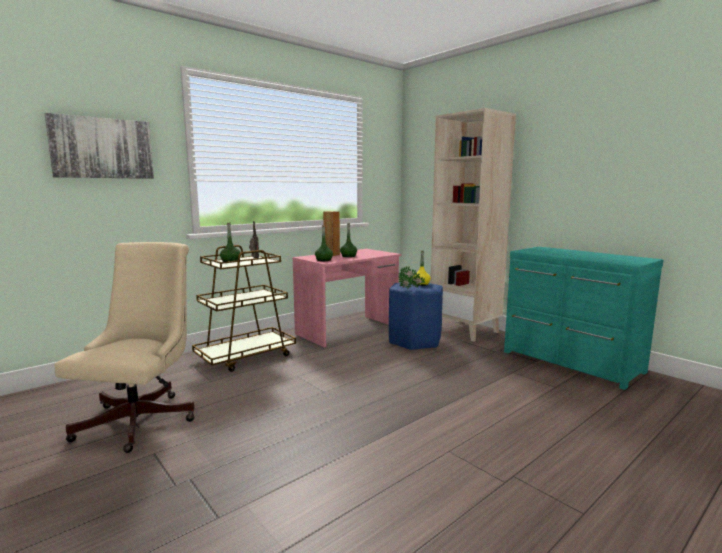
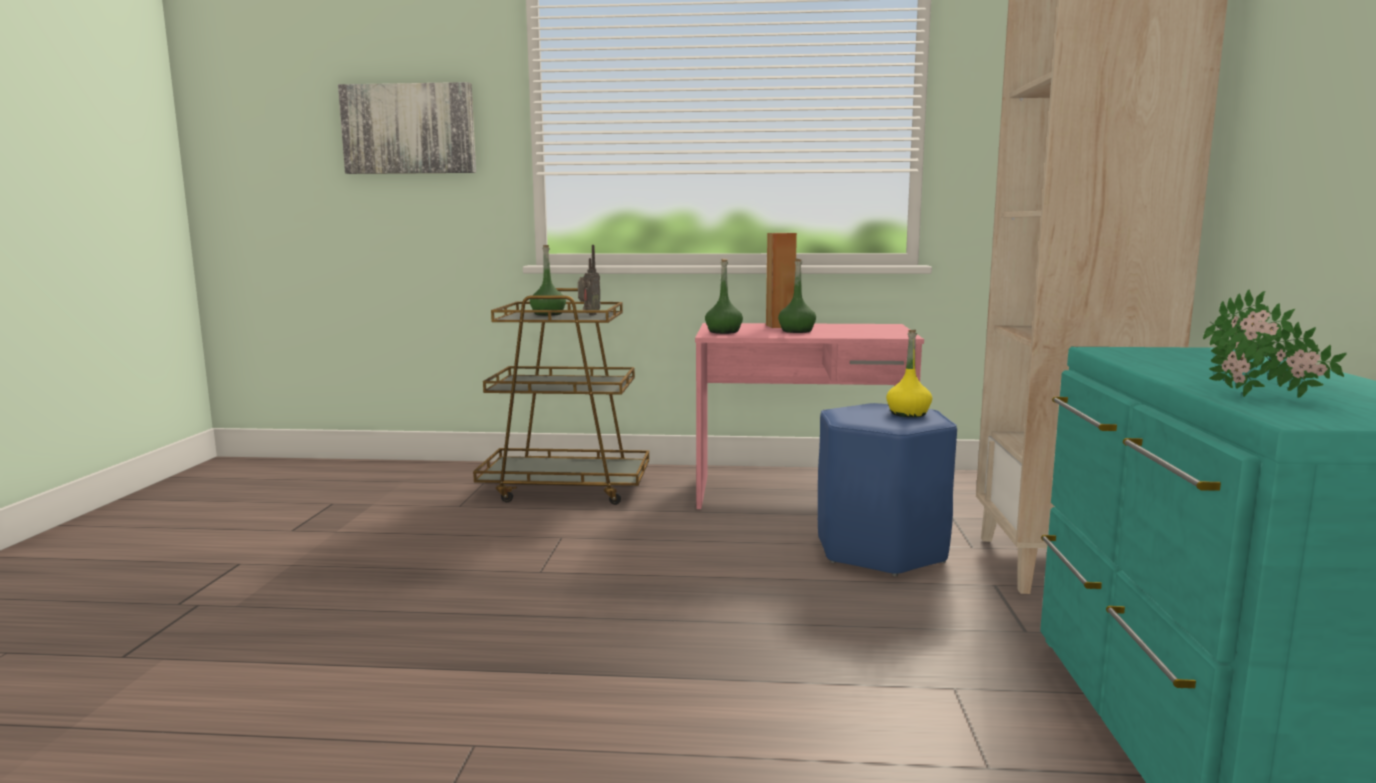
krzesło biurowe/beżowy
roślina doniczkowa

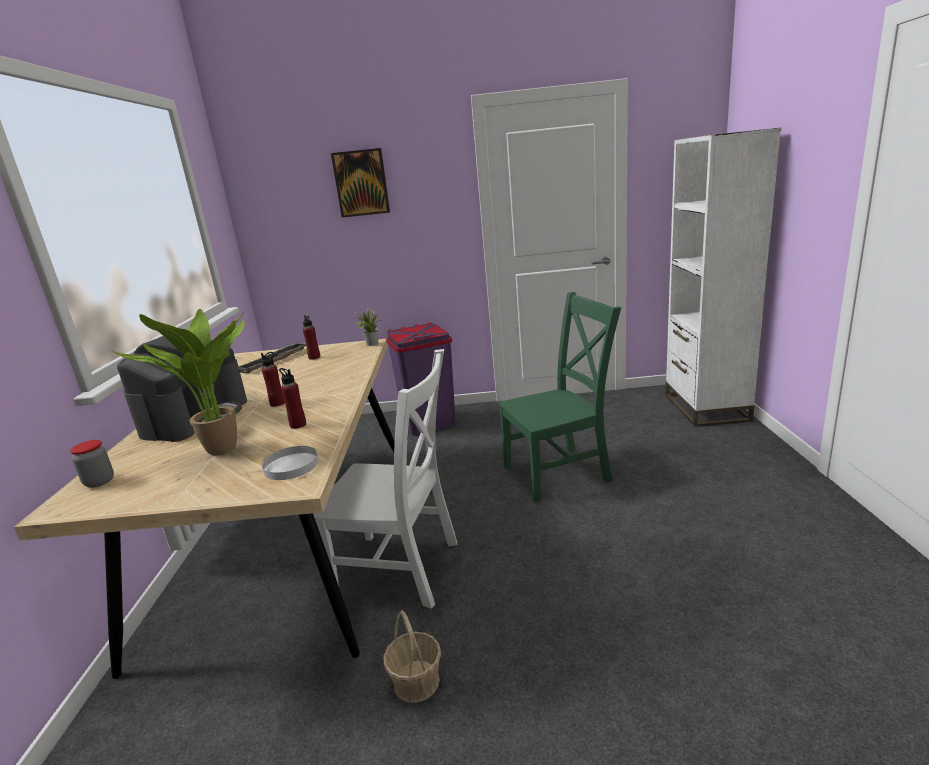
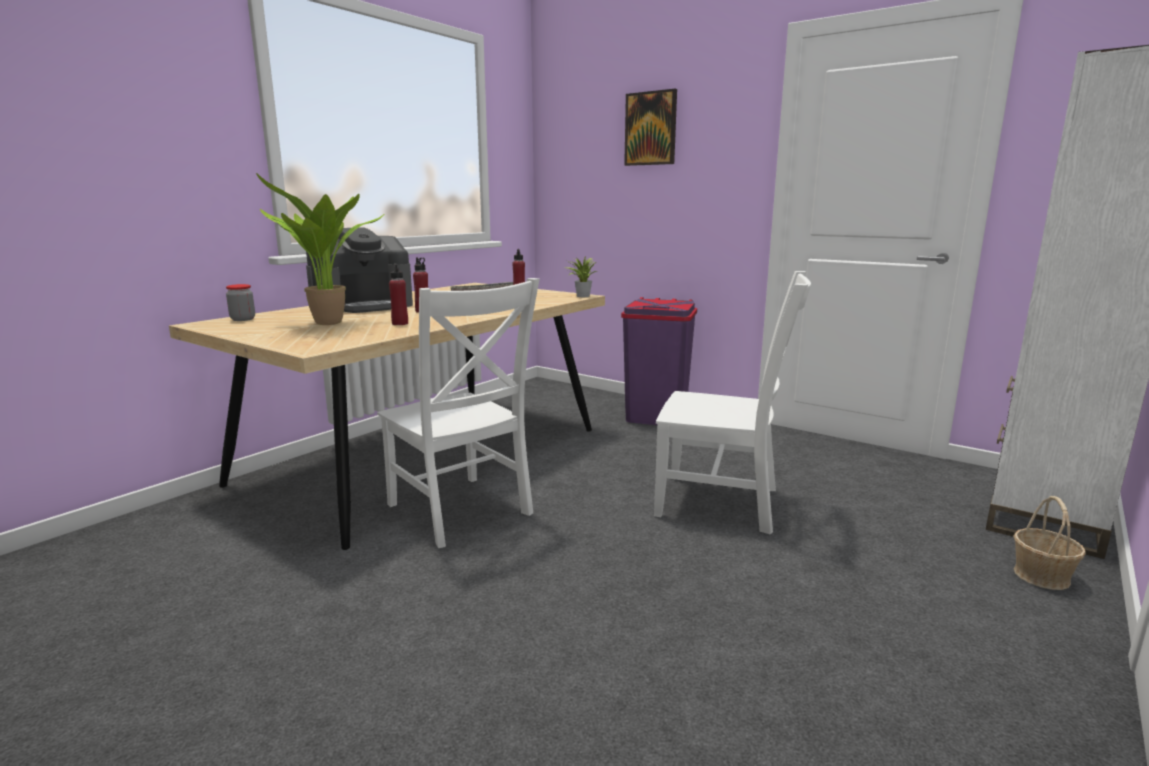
talerz/biały
koszyk
krzesło/biały (no. 2 from left)

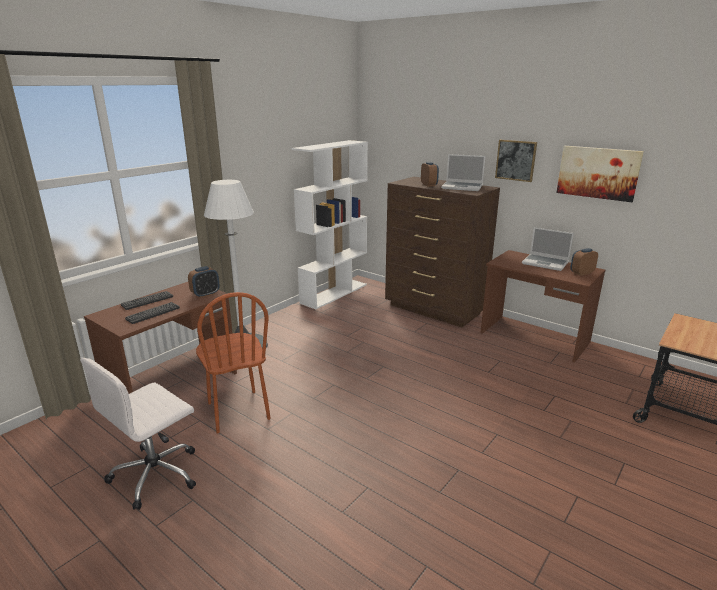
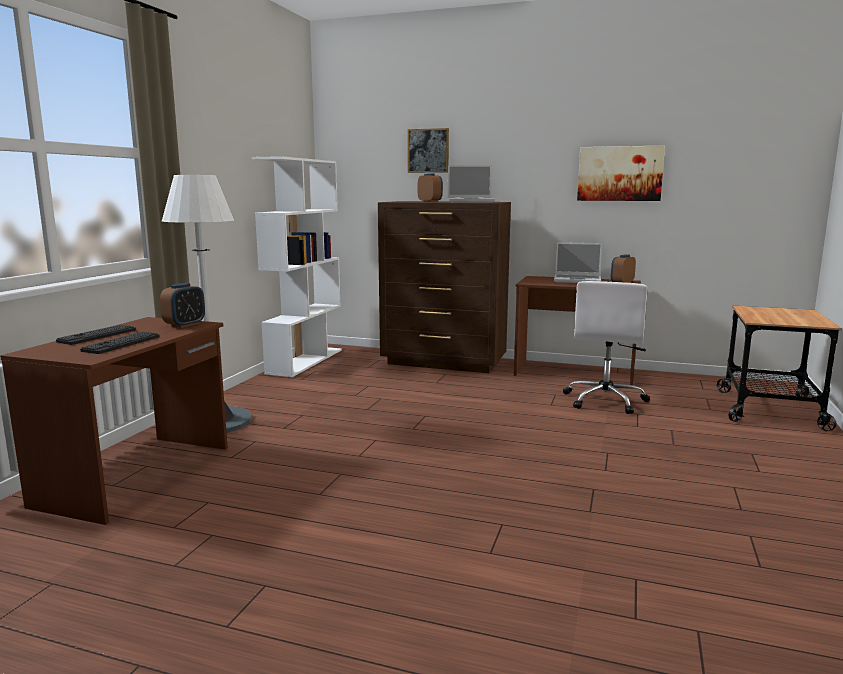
krzesło/brązowy
krzesło biurowe/biały
obraz (no. 1 from left)

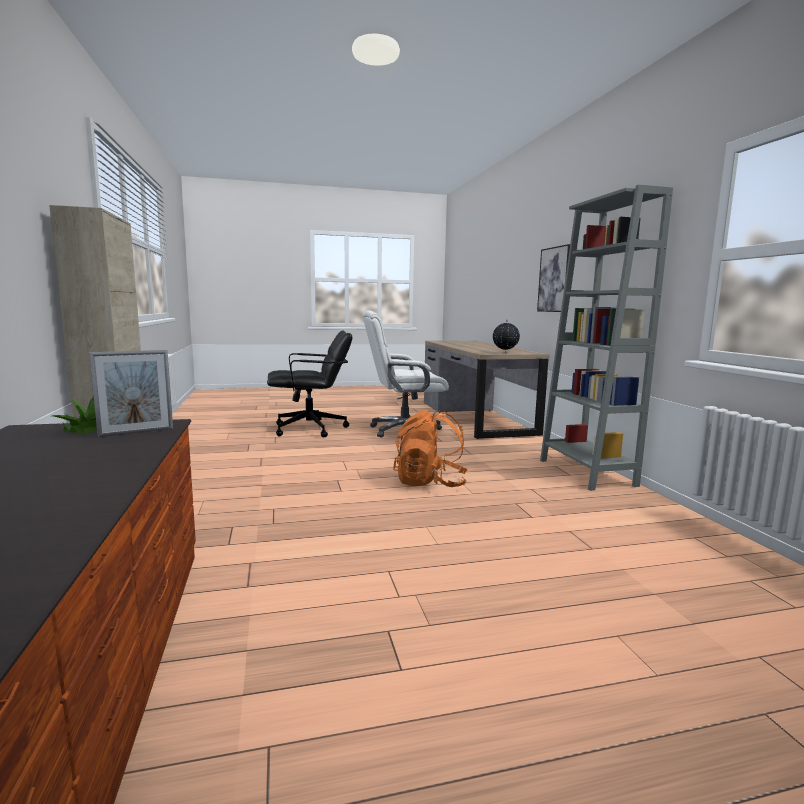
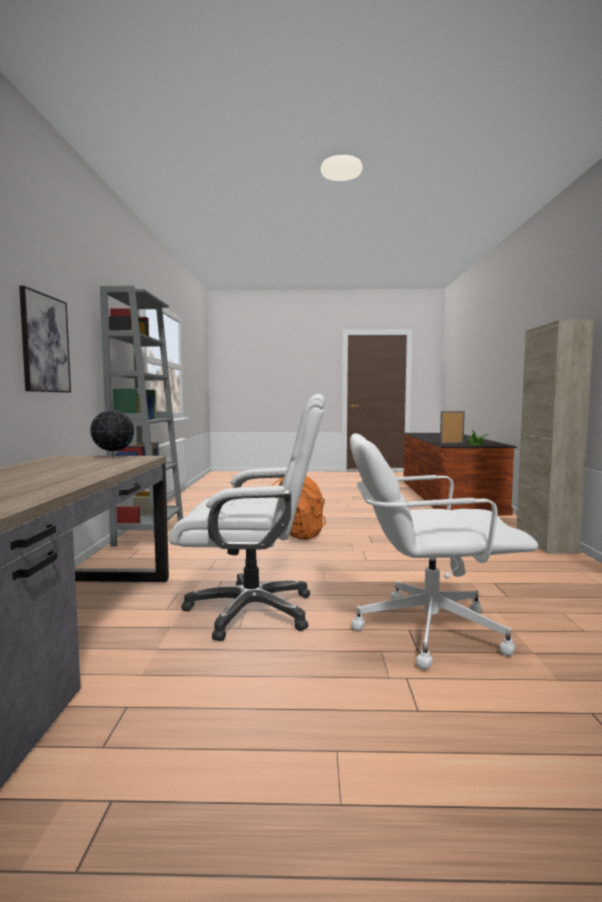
krzesło biurowe/biały (no. 2 from left)

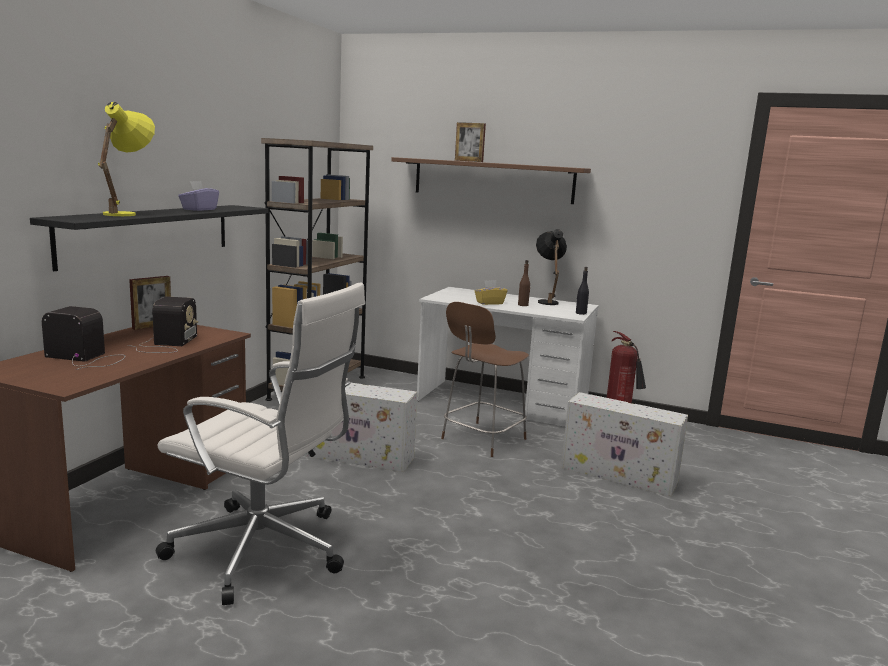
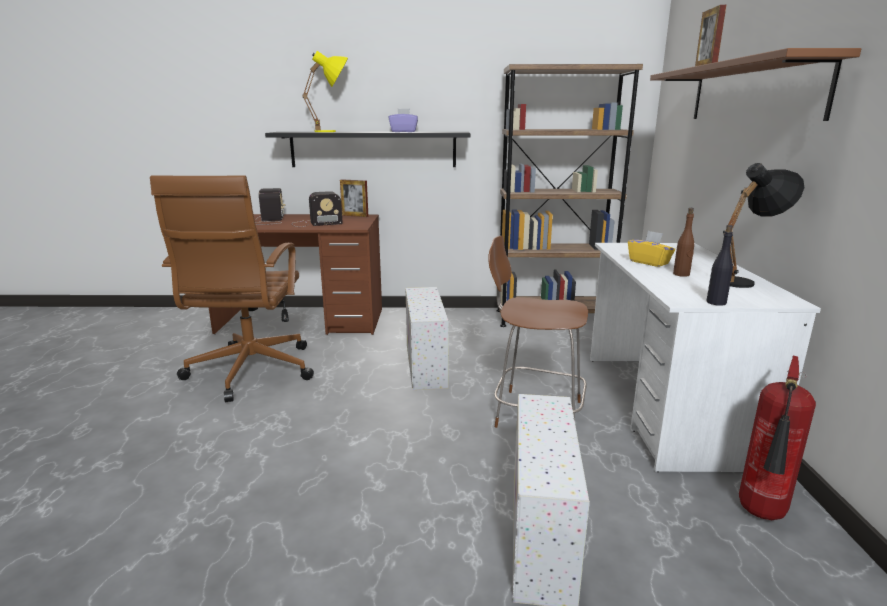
krzesło biurowe/brązowy

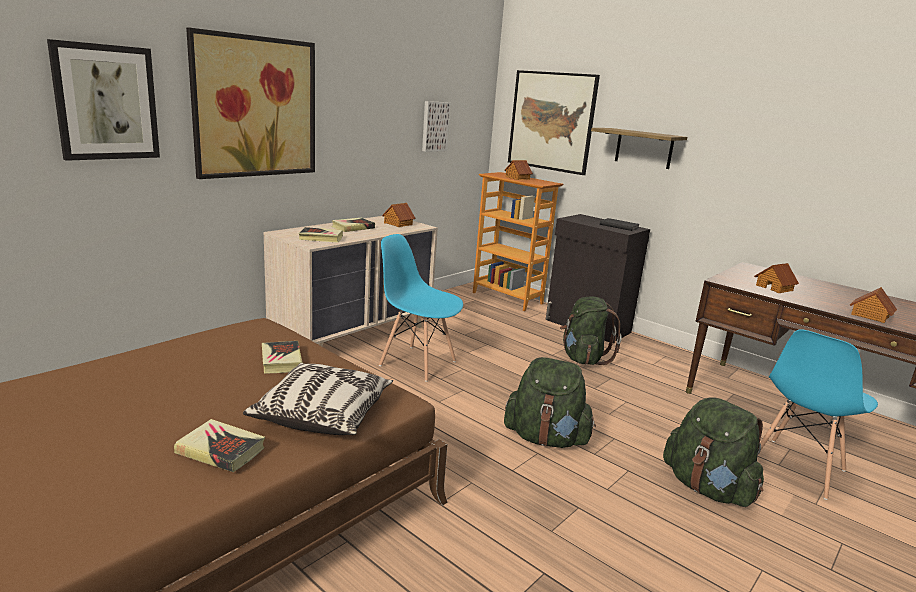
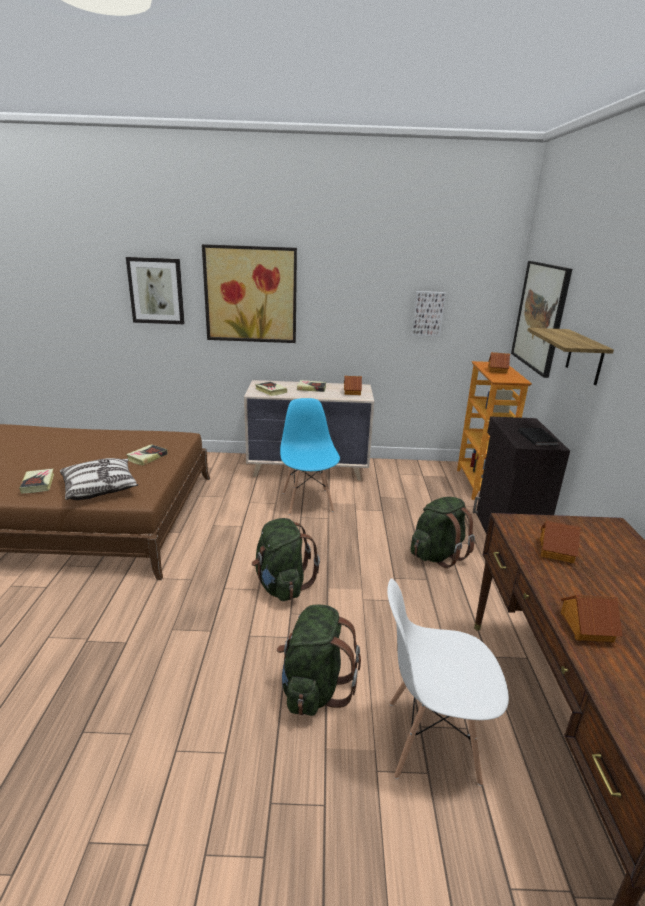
krzesło/biały

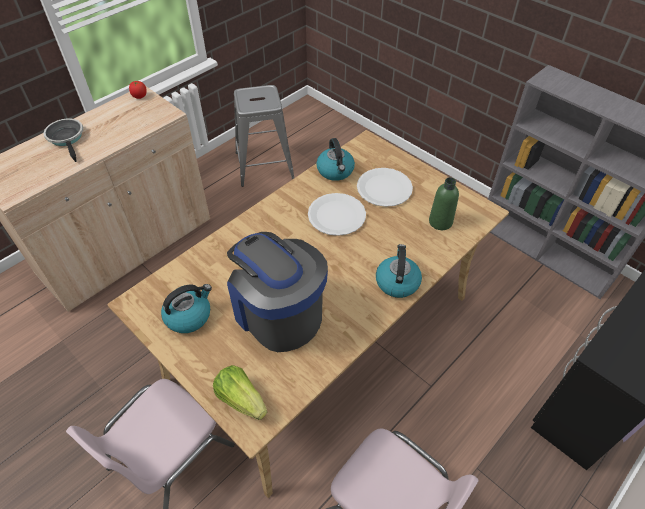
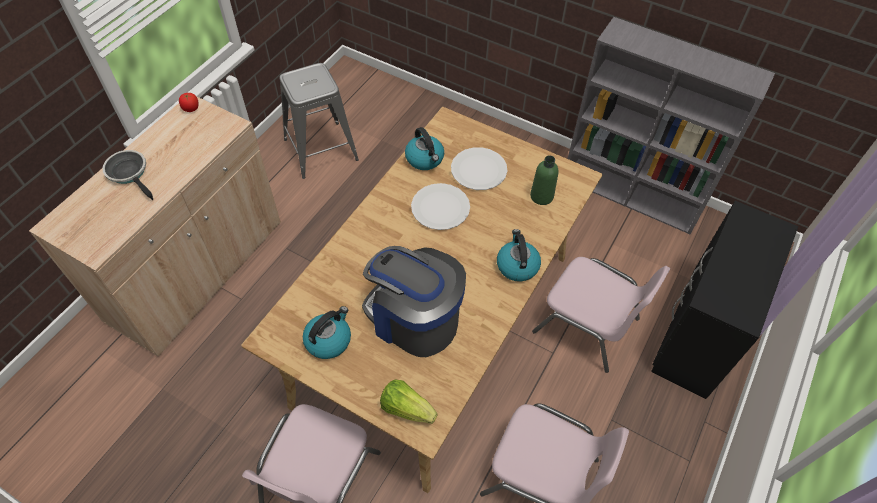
krzesło/różowy (no. 3 from left)

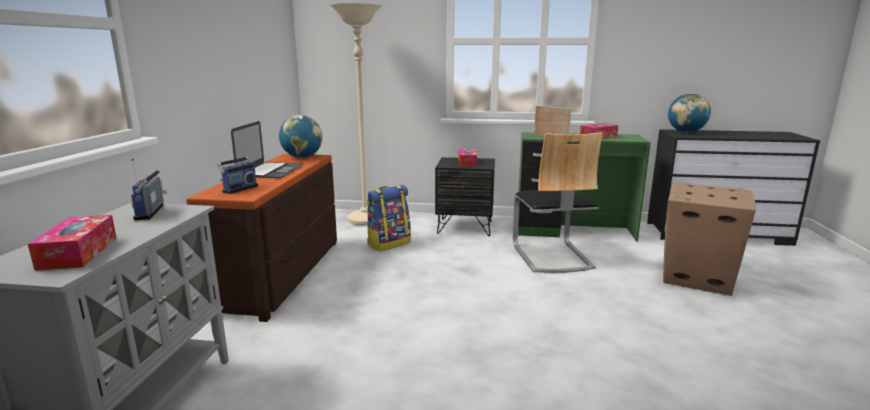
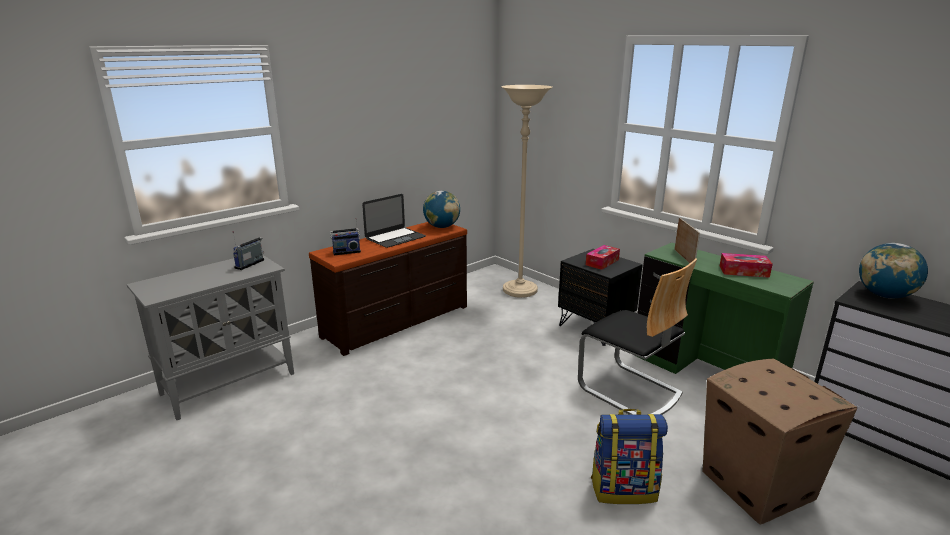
pudełko chusteczek (no. 1 from left in the first image)
plecak
krzesło

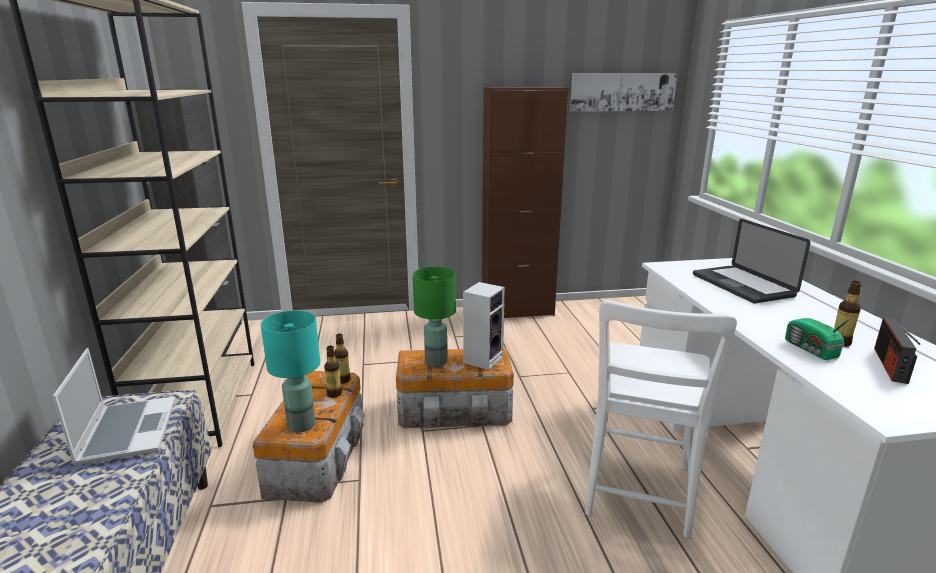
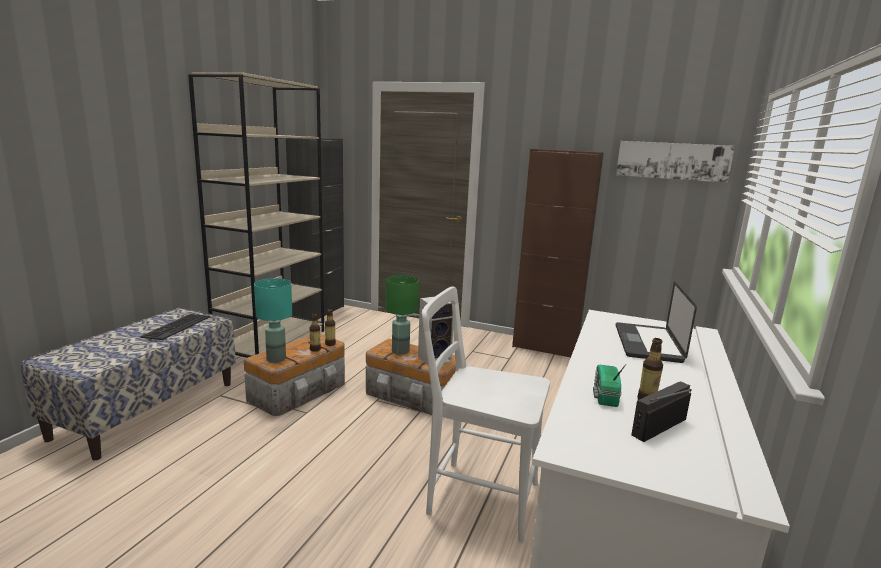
klawiatura
krzesło/biały

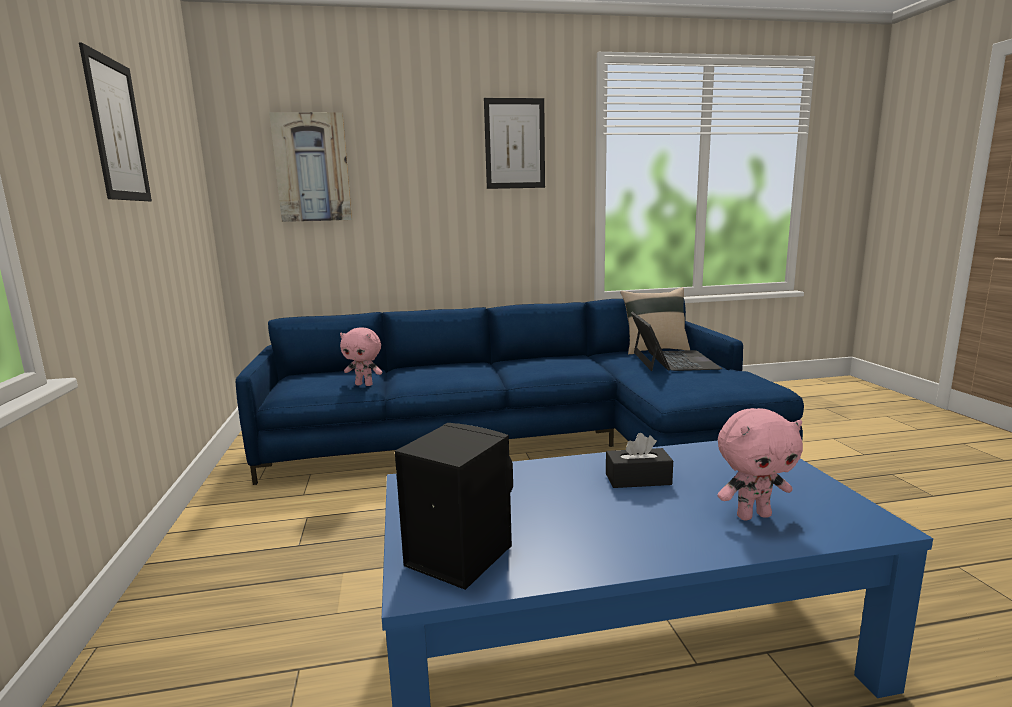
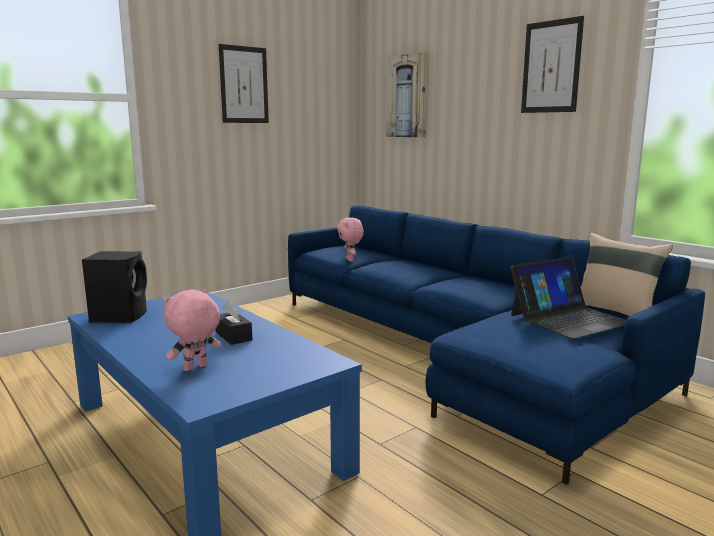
pluszak/różowy (no. 1 from left)

